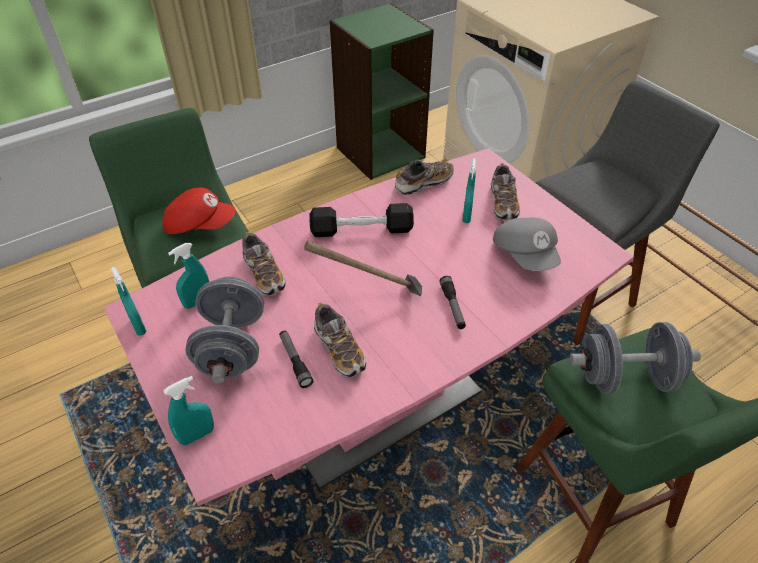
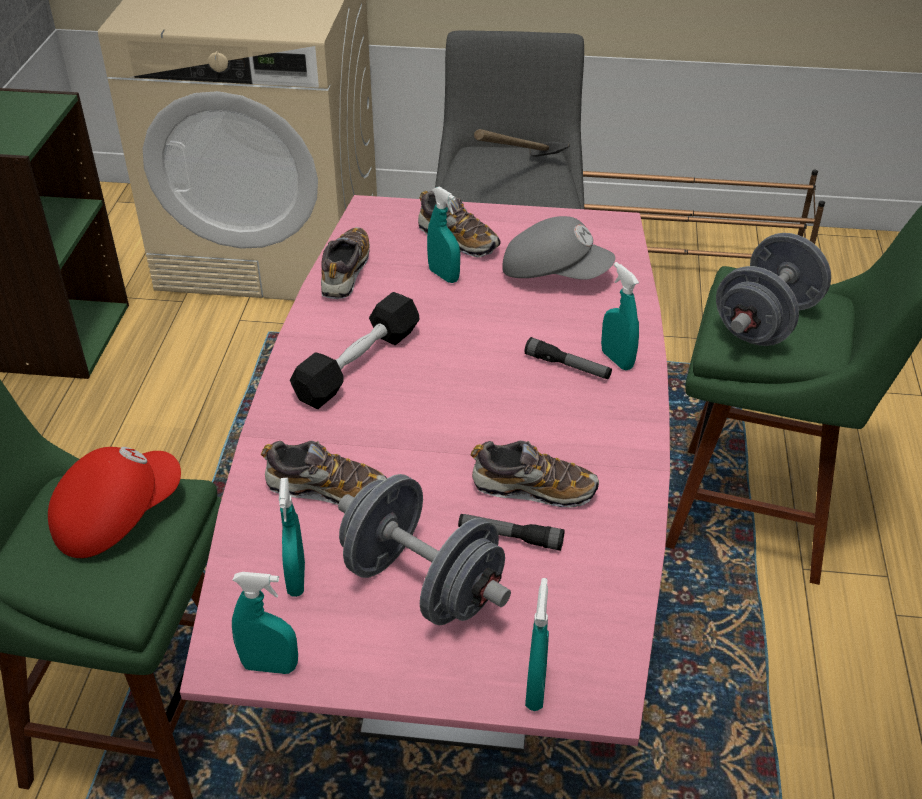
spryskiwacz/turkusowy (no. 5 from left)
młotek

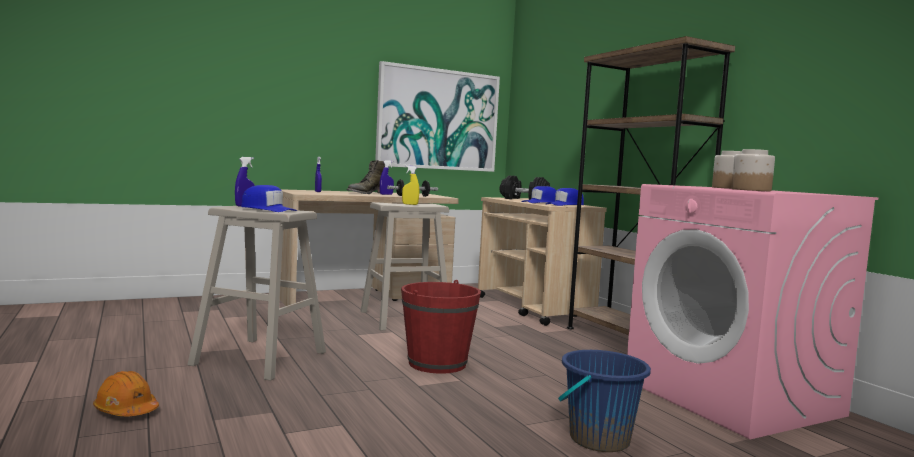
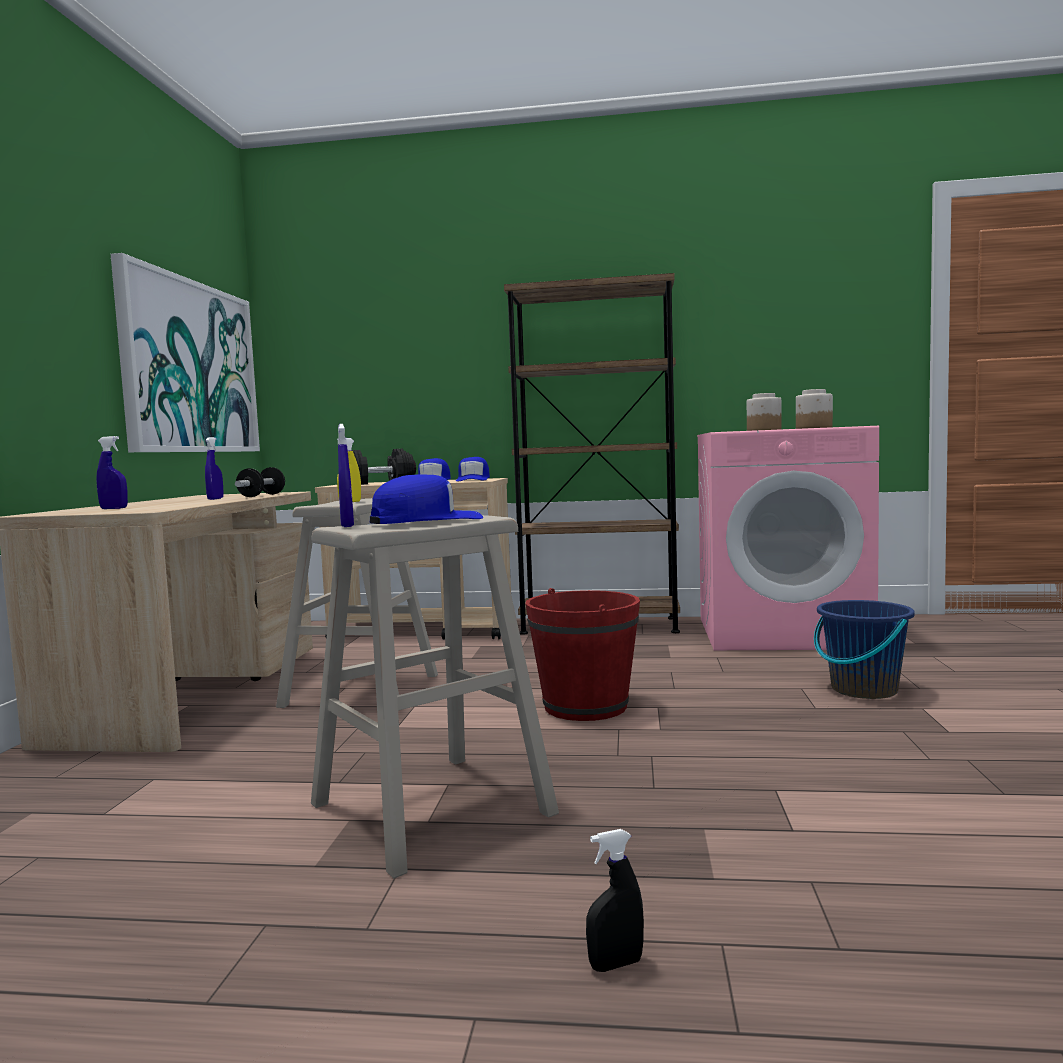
but z cholewką/zielony
spryskiwacz/czarny

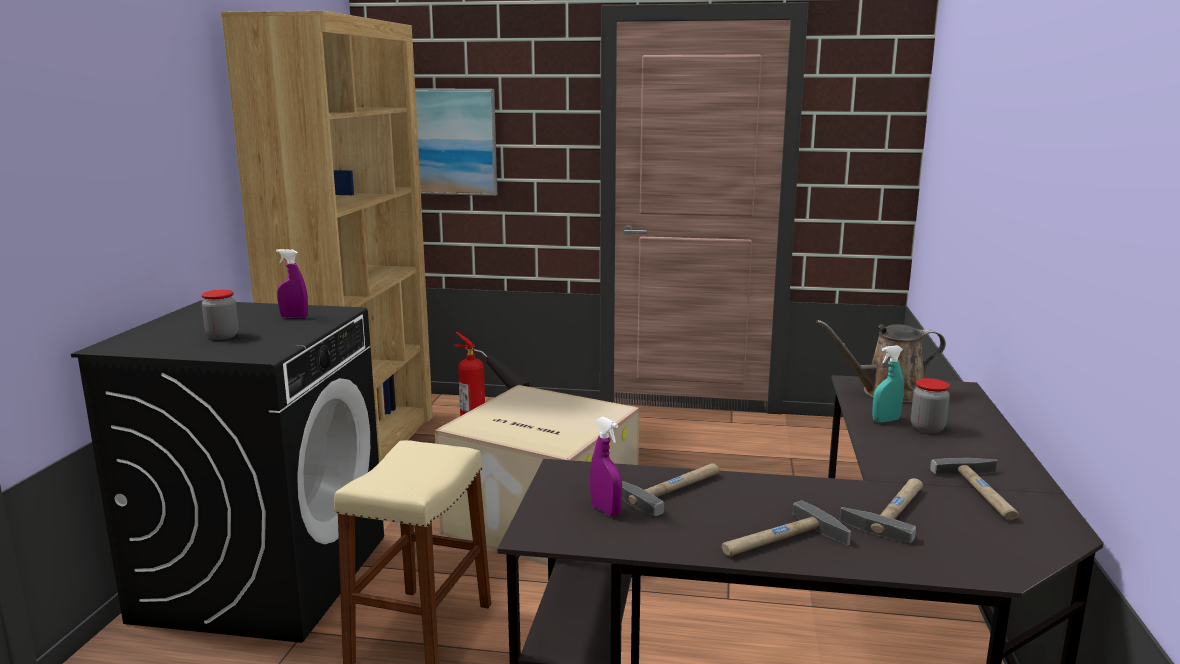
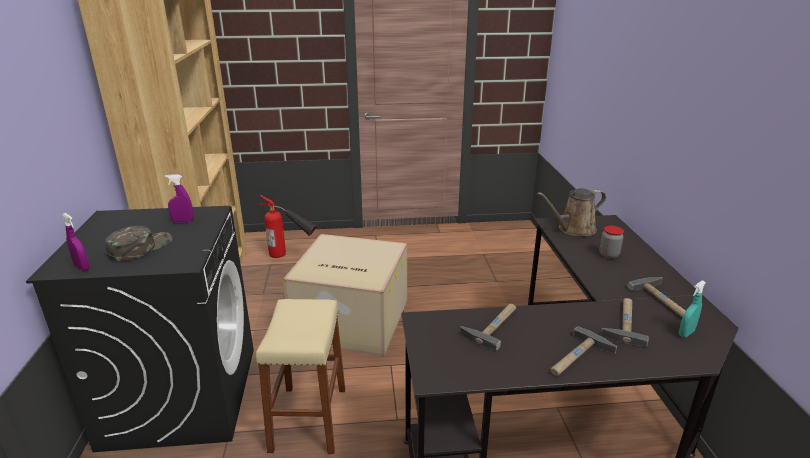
obraz
spryskiwacz/fioletowy (no. 1 from left)
spryskiwacz/turkusowy
czapka z daszkiem/zielony

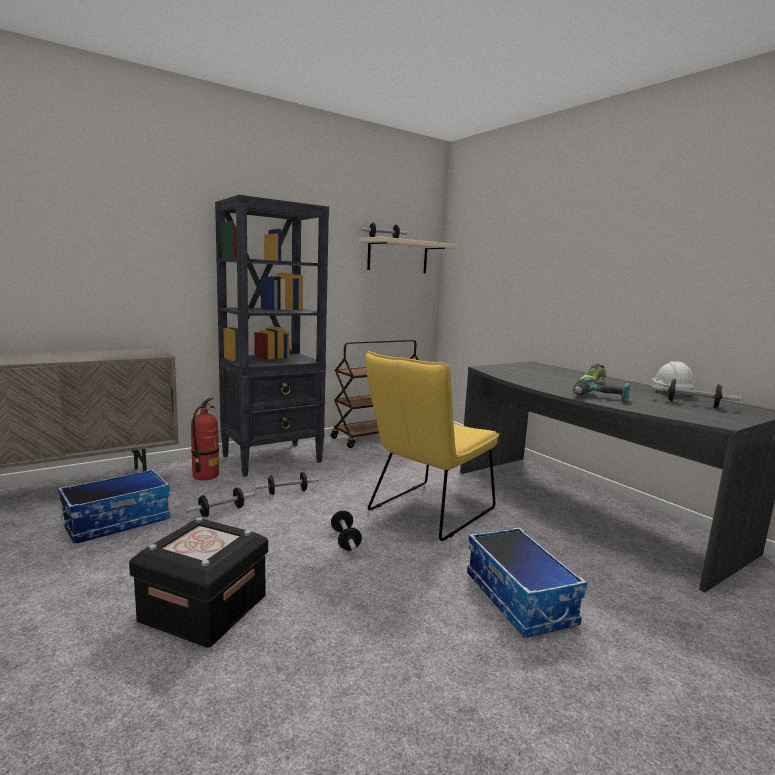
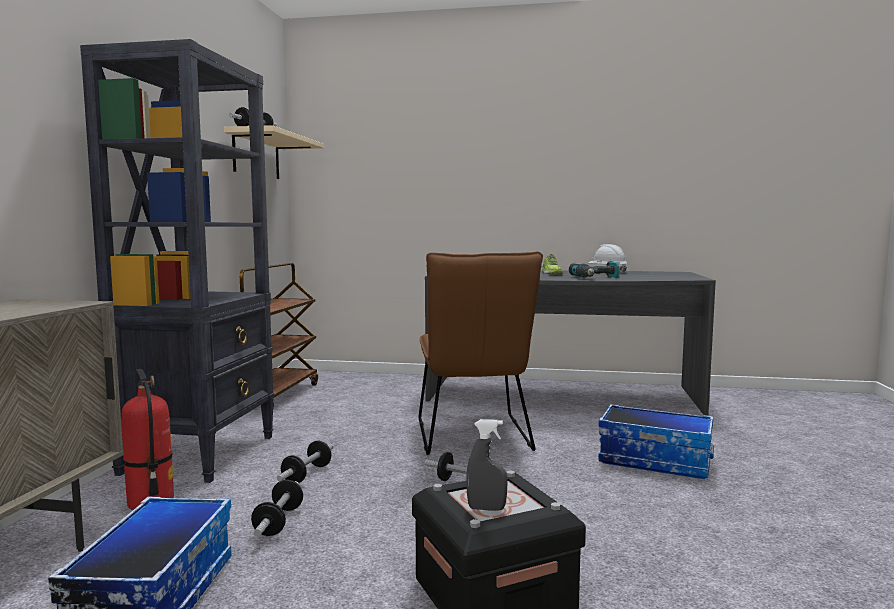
hantel (no. 5 from left in the first image)
spryskiwacz/szary
krzesło/brązowy

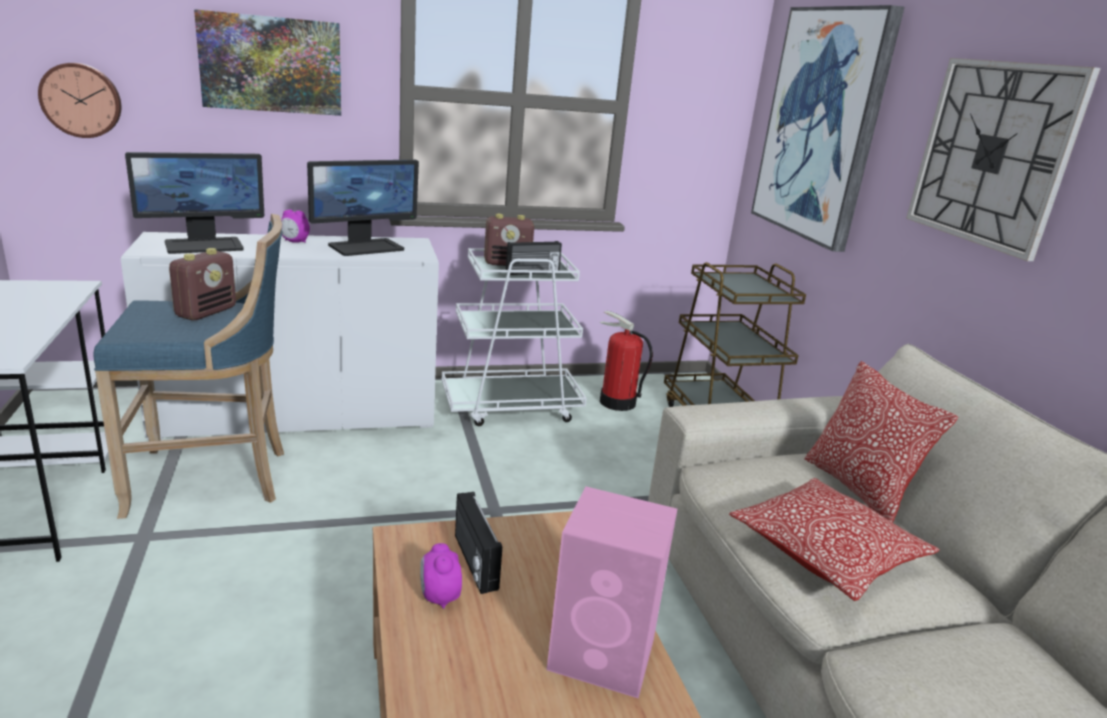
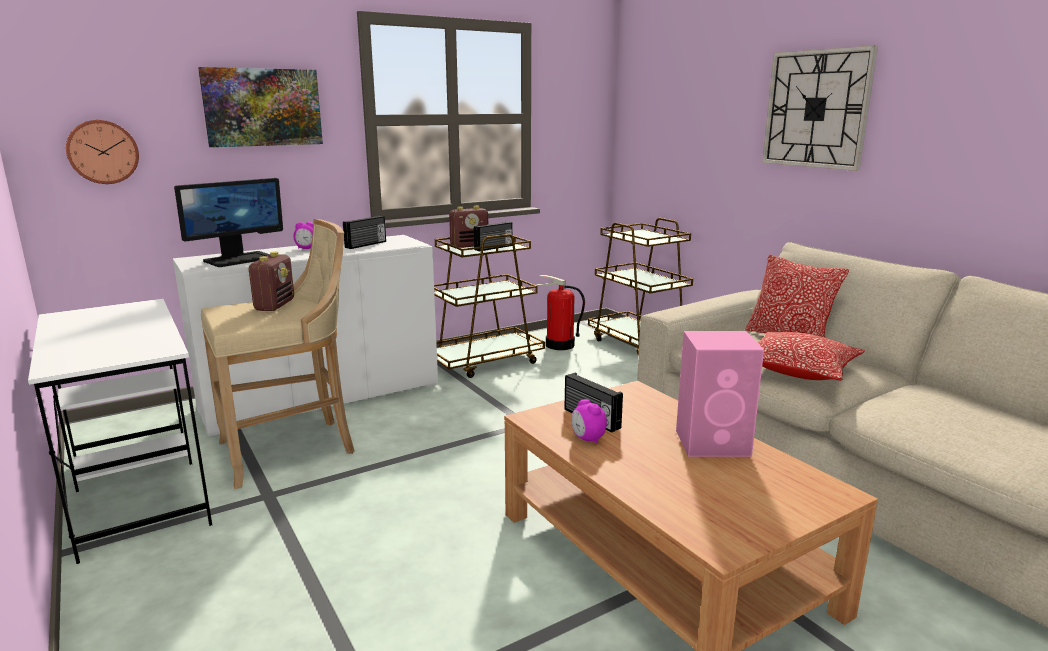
obraz (no. 2 from left in the first image)
radio (no. 2 from left)
stołek/beżowy
wózek/brązowy (no. 1 from left)

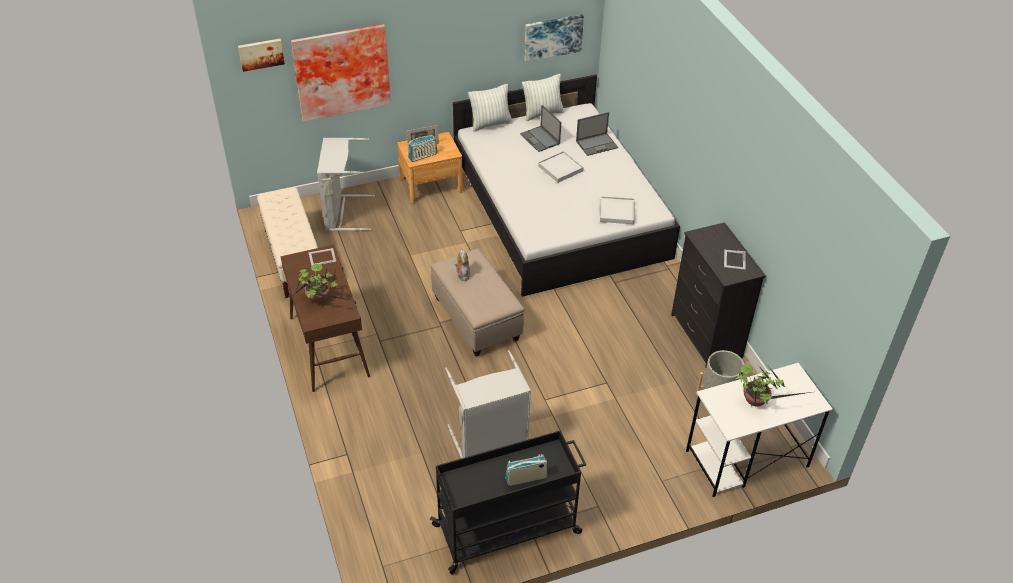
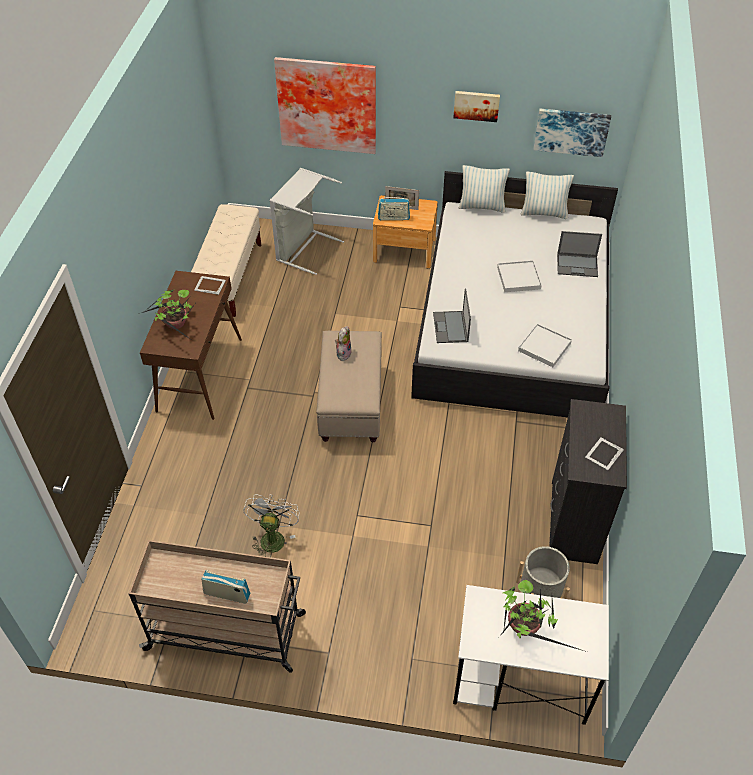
obraz (no. 2 from left)
laptop (no. 1 from left)
wentylator/biały
wózek/beżowy

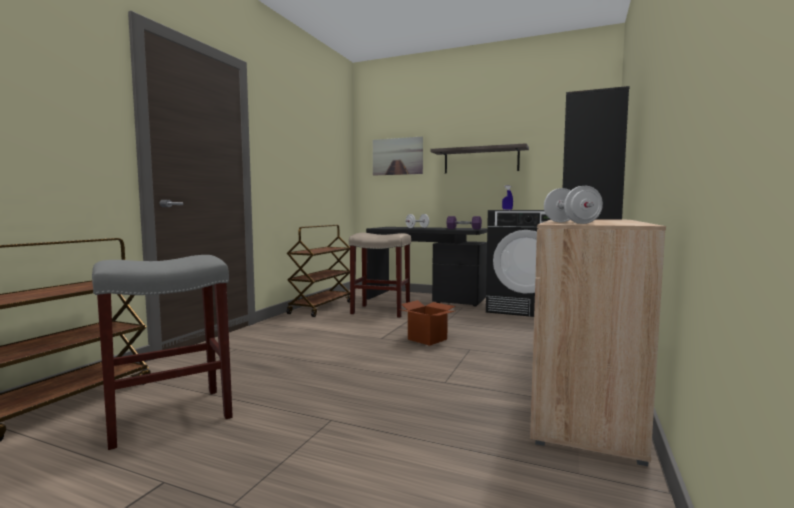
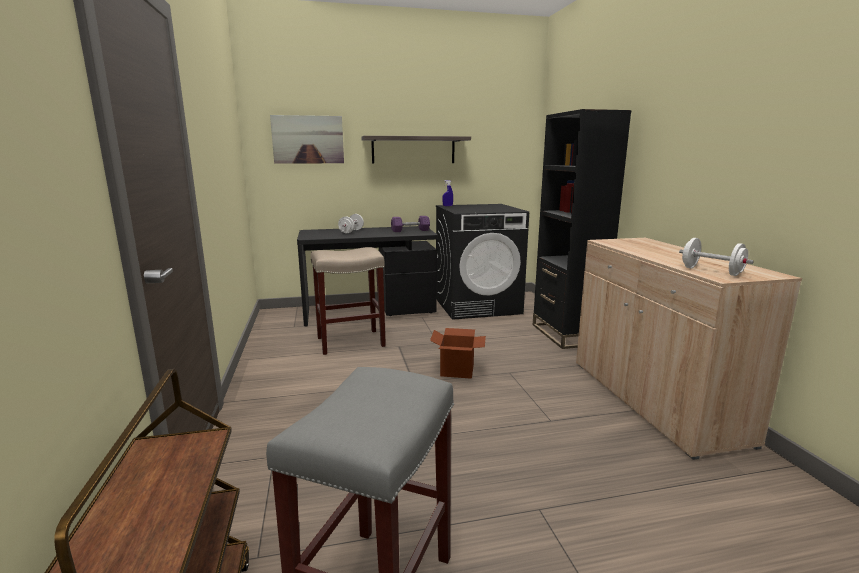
wózek/brązowy (no. 2 from left in the first image)

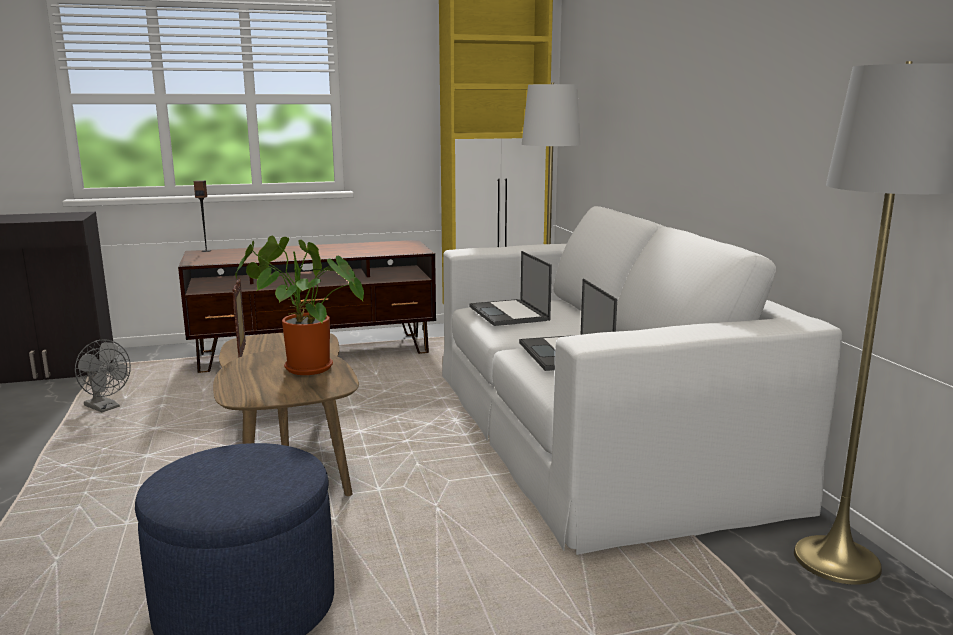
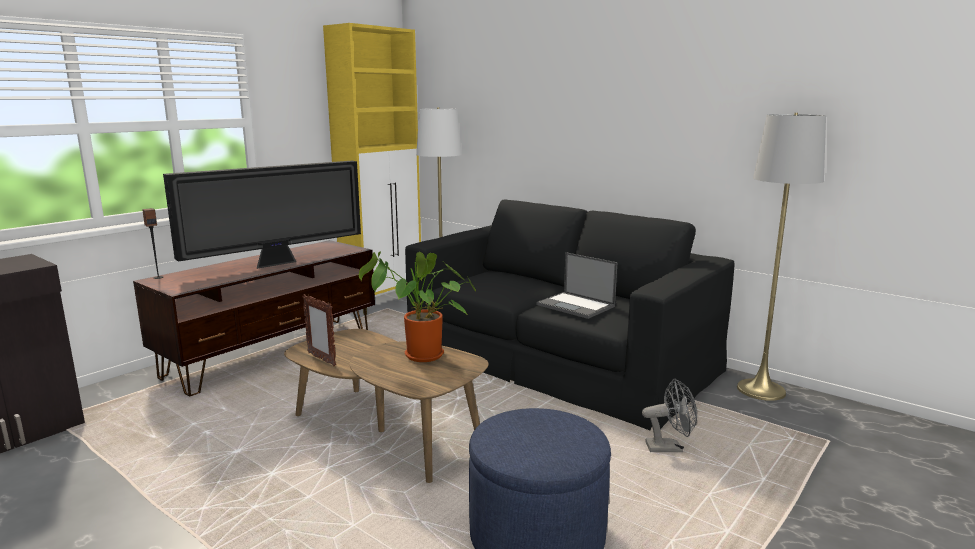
laptop (no. 1 from left in the first image)
telewizor
wentylator/szary
kanapa/czarny

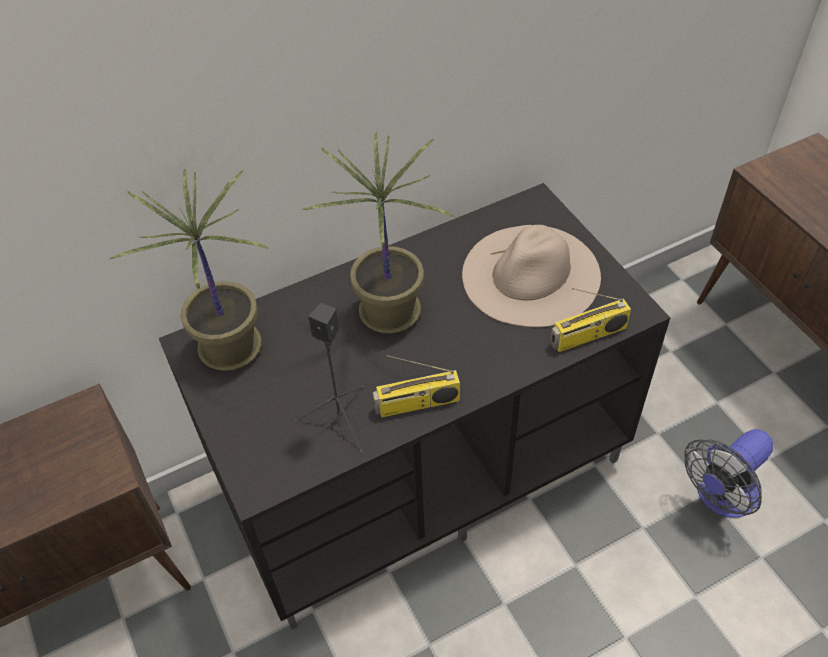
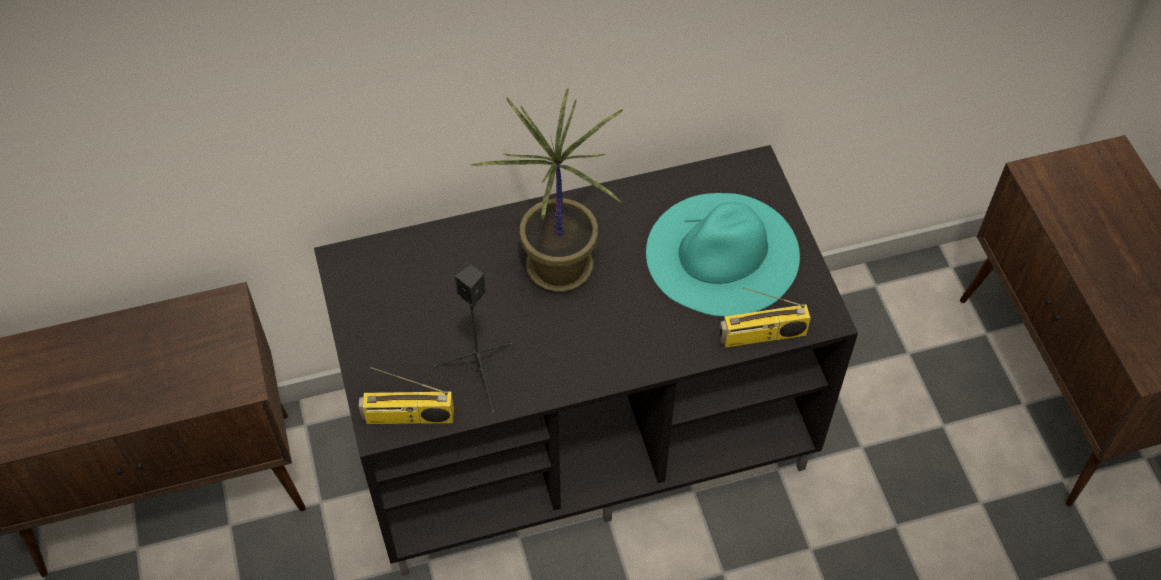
roślina doniczkowa (no. 1 from left in the first image)
wentylator
radio (no. 1 from left)
kapelusz/turkusowy

